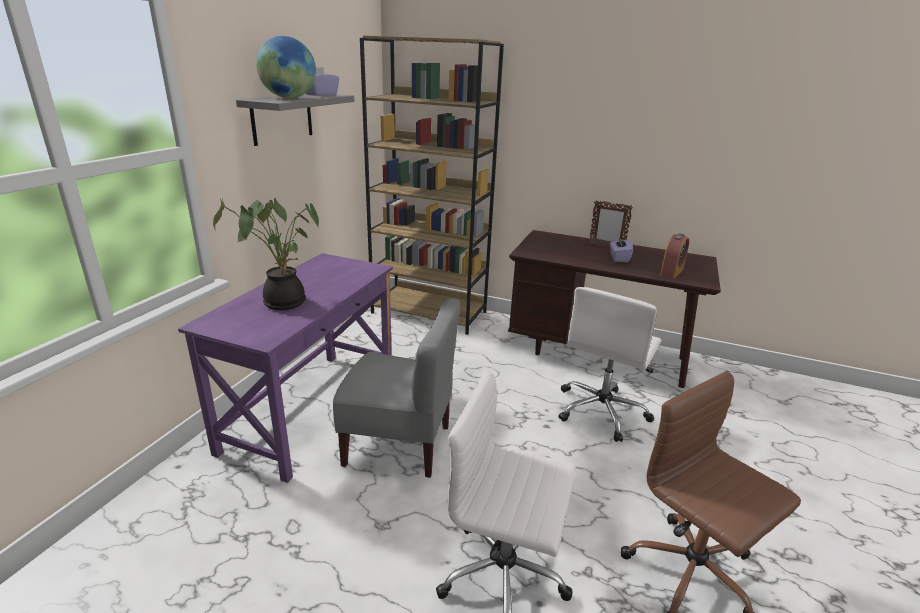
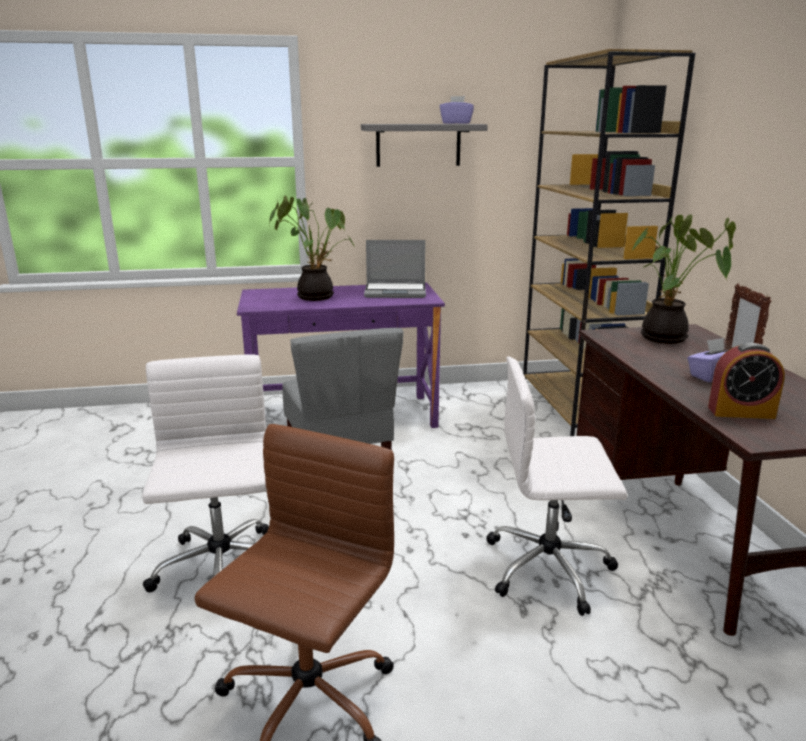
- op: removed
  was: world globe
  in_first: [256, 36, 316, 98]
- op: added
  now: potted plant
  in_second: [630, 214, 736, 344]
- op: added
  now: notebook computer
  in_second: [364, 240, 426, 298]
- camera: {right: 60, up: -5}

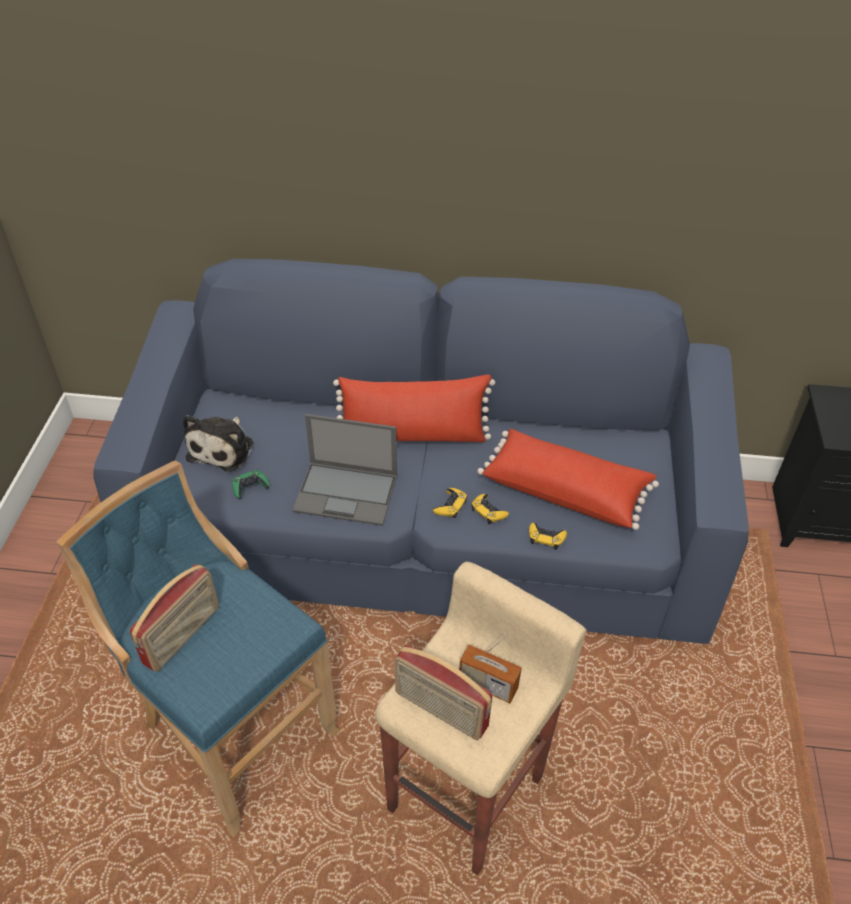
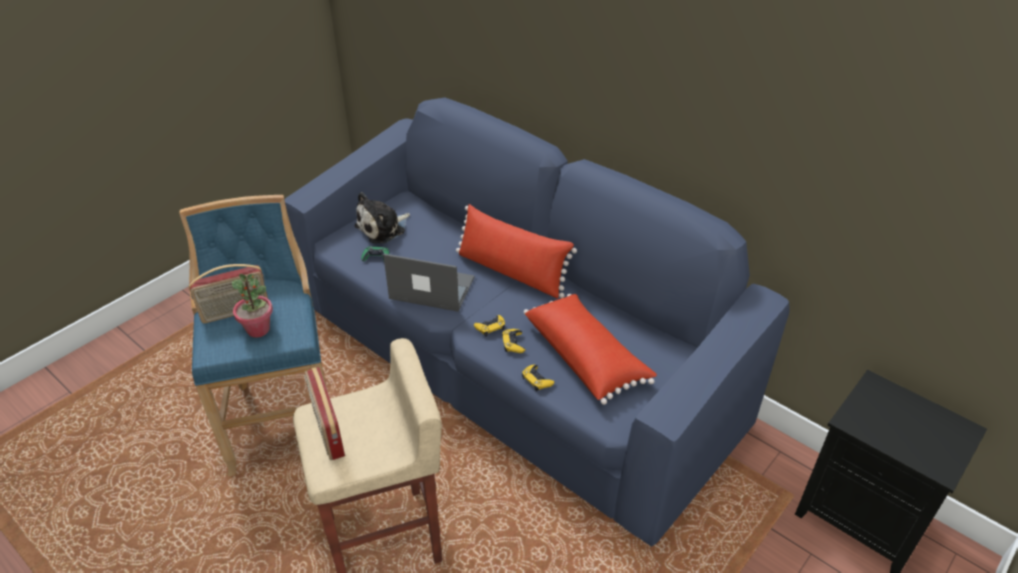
- op: turned
  was: notebook computer
  in_first: [292, 414, 397, 526]
  in_second: [383, 254, 475, 312]
  clockwise: 150
- op: removed
  was: radio
  in_first: [459, 633, 522, 704]
- op: added
  now: potted plant
  in_second: [232, 274, 273, 338]
- camera: {right: 35, up: -5}

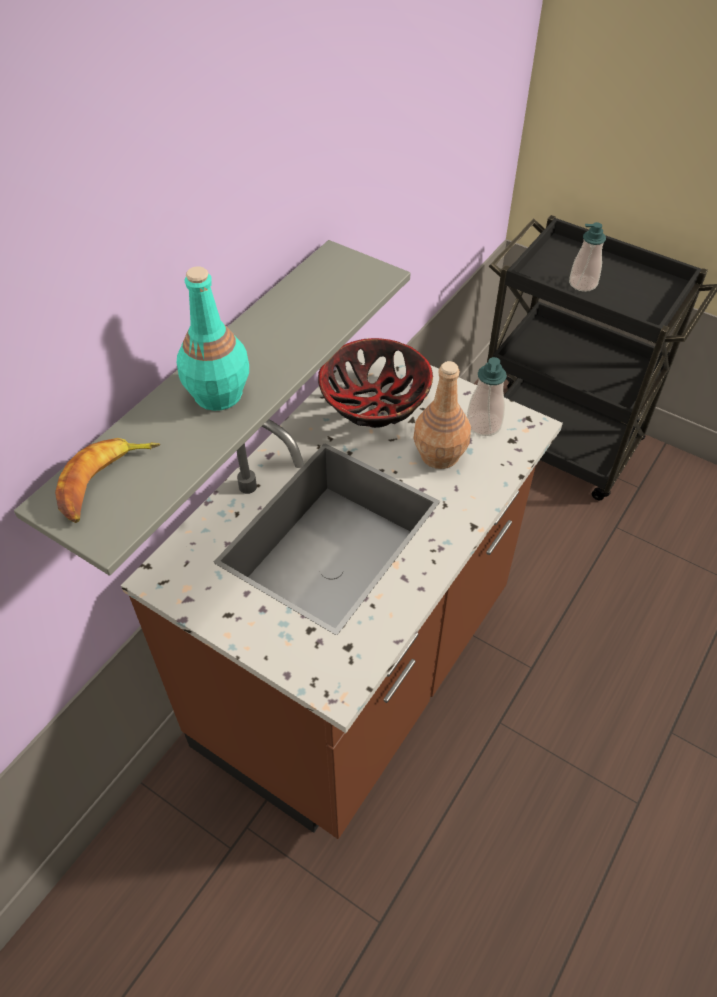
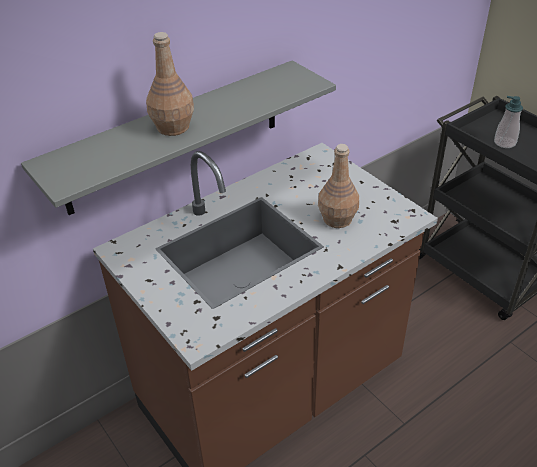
- op: recoloured
  was: turquoise-coloured beverage bottle
  now: brownish beverage bottle
  in_first: [177, 266, 249, 411]
  in_second: [146, 32, 194, 136]
- op: removed
  was: bowl
  in_first: [318, 338, 433, 428]
- op: removed
  was: liquid soap bottle
  in_first: [467, 357, 507, 436]
- op: removed
  was: banana fruit
  in_first: [55, 438, 160, 523]
- camera: {right: 20, up: -10}

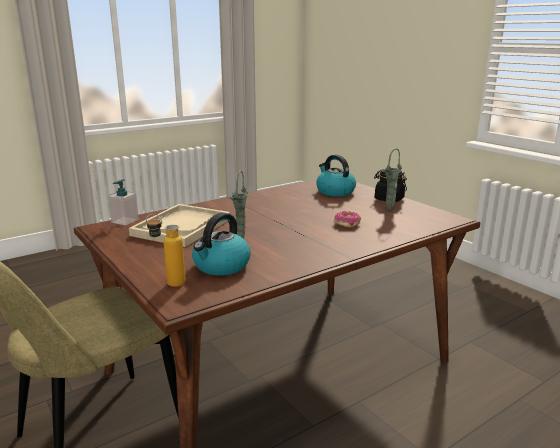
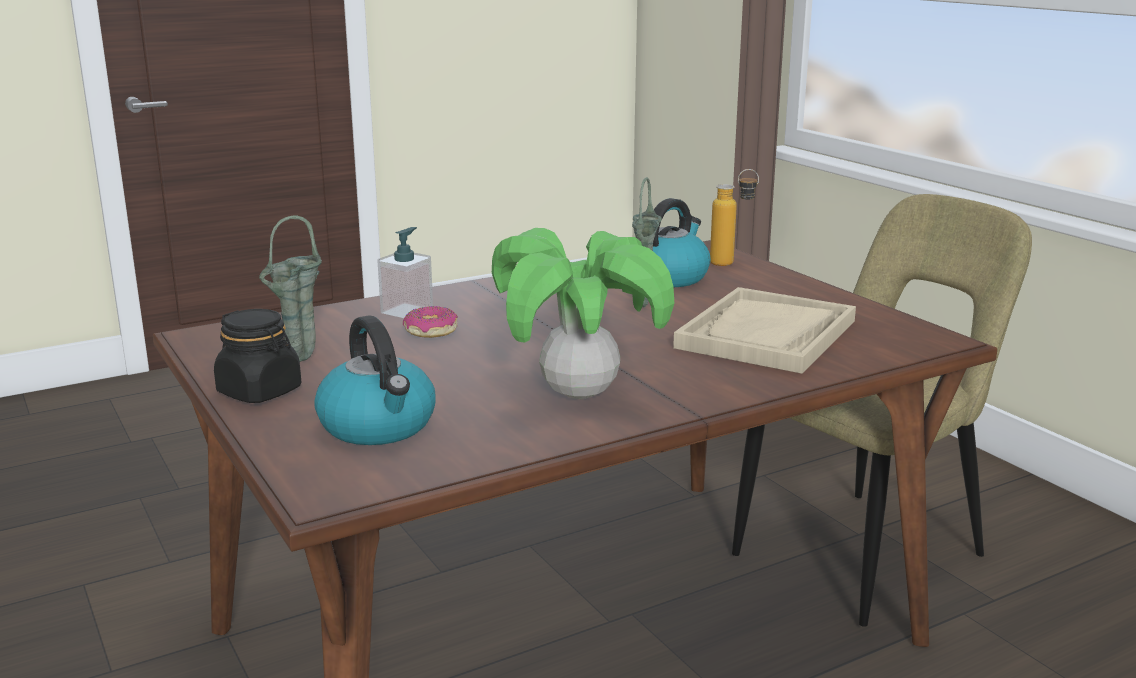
- op: moved
  was: liquid soap bottle
  in_first: [108, 179, 139, 225]
  in_second: [377, 227, 433, 318]
- op: added
  now: potted plant
  in_second: [492, 228, 674, 399]
- camera: {right: -175, up: 0}

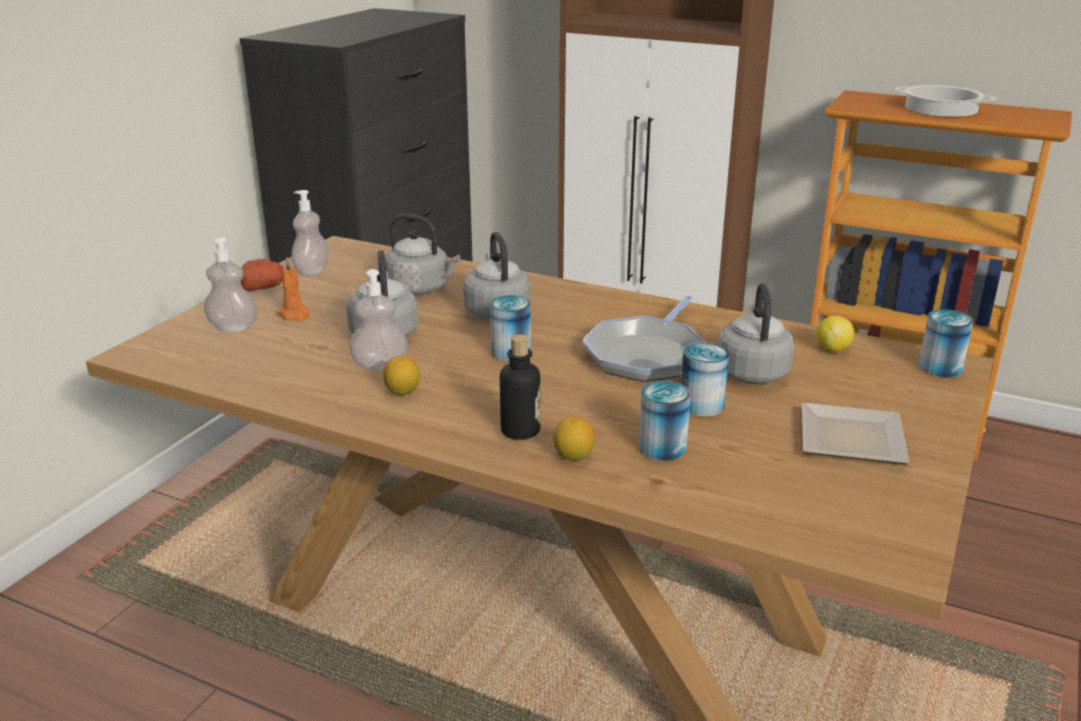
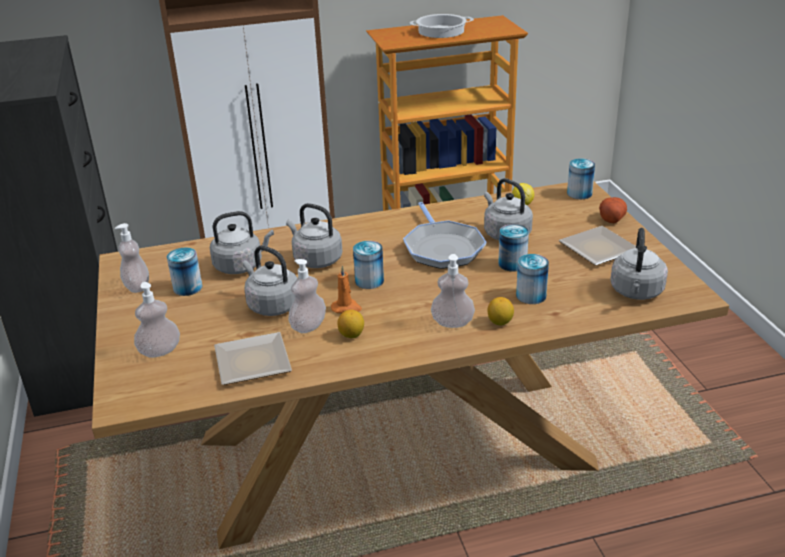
- op: moved
  was: orange-coloured wax candle
  in_first: [276, 257, 310, 321]
  in_second: [331, 265, 362, 313]
- op: moved
  was: spud
  in_first: [241, 259, 284, 291]
  in_second: [599, 197, 627, 223]
- op: replaced
  was: beverage bottle
  now: liquid soap bottle
  in_first: [500, 335, 541, 440]
  in_second: [431, 254, 475, 328]
- op: added
  now: greyish water kettle
  in_second: [610, 228, 668, 300]
- op: added
  now: can
  in_second: [167, 247, 202, 296]
- op: added
  now: dinner plate
  in_second: [214, 332, 292, 385]
- camera: {right: -40, up: 5}

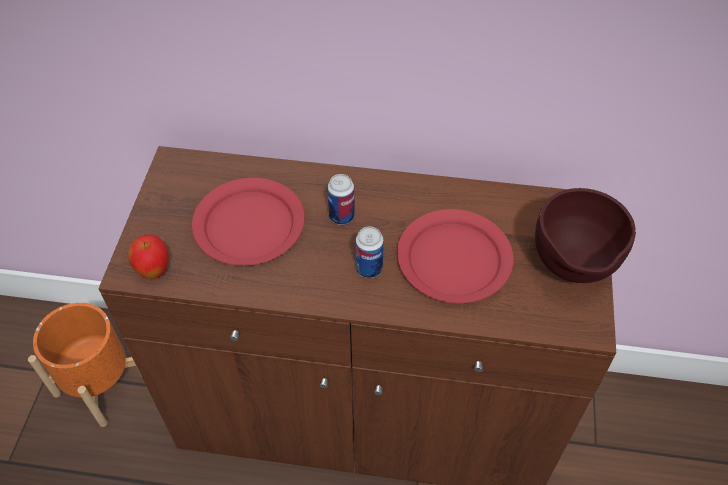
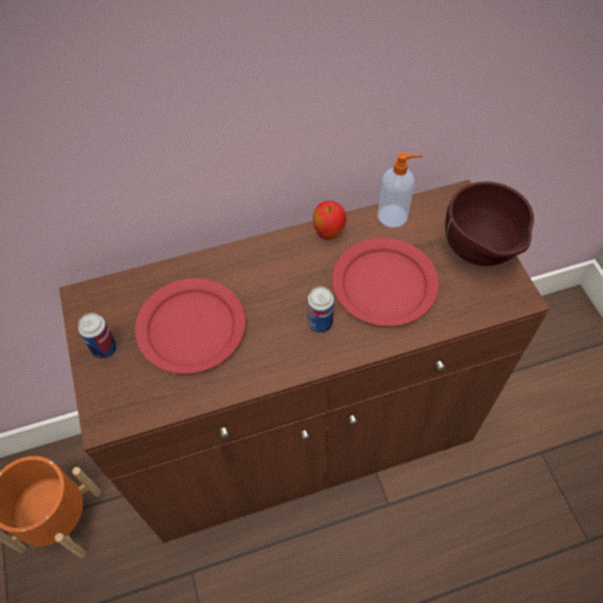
- op: moved
  was: can
  in_first: [327, 174, 355, 225]
  in_second: [78, 313, 117, 359]
- op: moved
  was: whole apple
  in_first: [128, 234, 169, 279]
  in_second: [313, 201, 346, 240]
- op: added
  now: liquid soap bottle
  in_second: [377, 152, 423, 228]
- camera: {right: -25, up: 5}

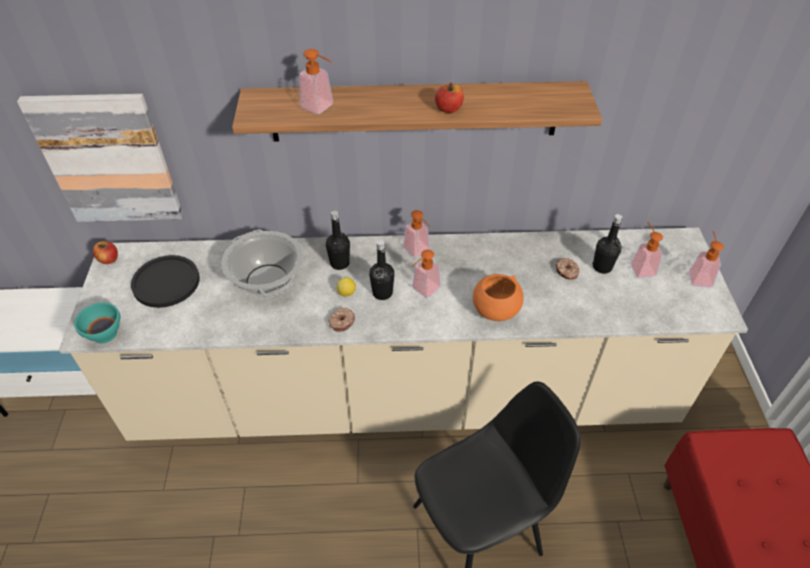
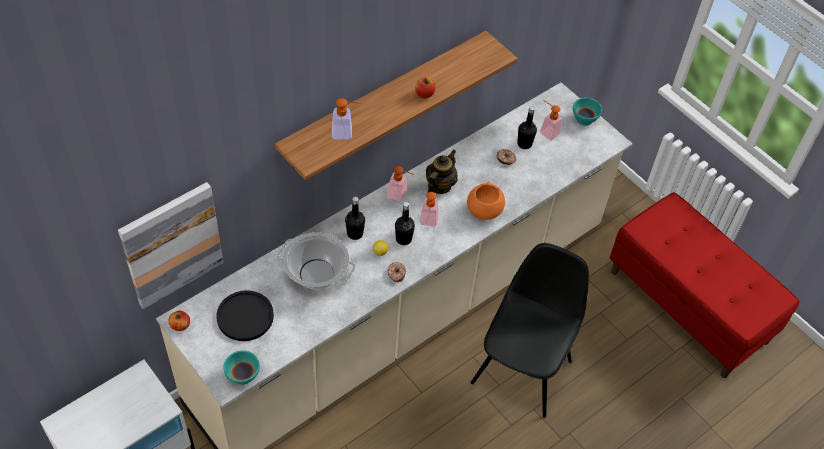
- op: replaced
  was: liquid soap bottle
  now: turquoise-coloured bowl
  in_first: [689, 231, 724, 288]
  in_second: [573, 97, 602, 126]
- op: added
  now: teapot
  in_second: [426, 150, 458, 194]
- camera: {right: -40, up: 5}

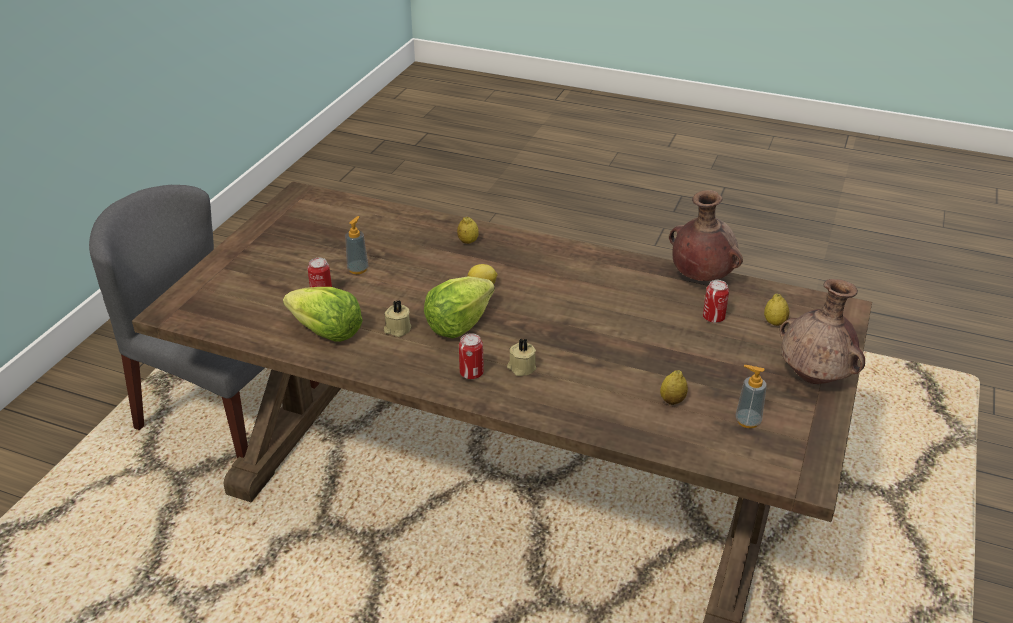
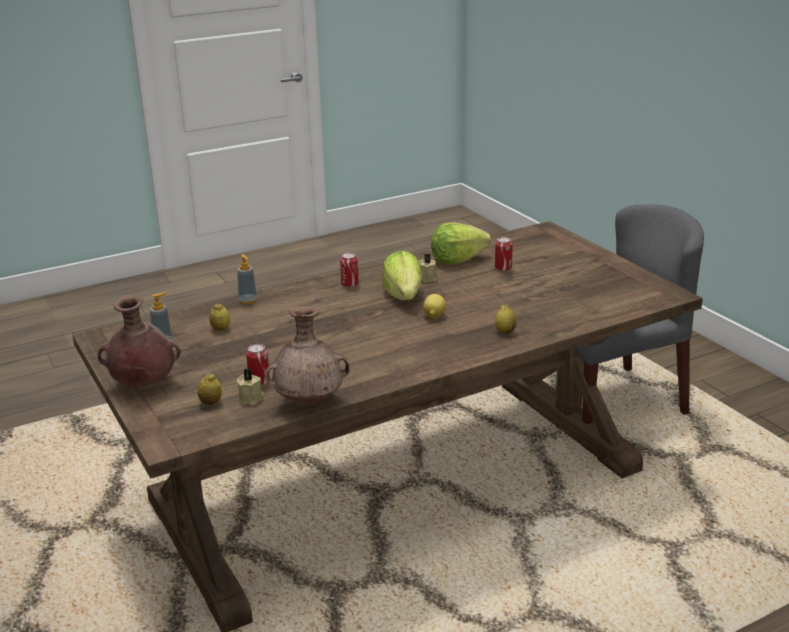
- op: moved
  was: liquid soap bottle
  in_first: [345, 216, 368, 274]
  in_second: [237, 254, 257, 304]
- op: moved
  was: sand-coloured wax candle
  in_first: [507, 338, 537, 376]
  in_second: [237, 369, 265, 405]
- camera: {right: 130, up: -10}

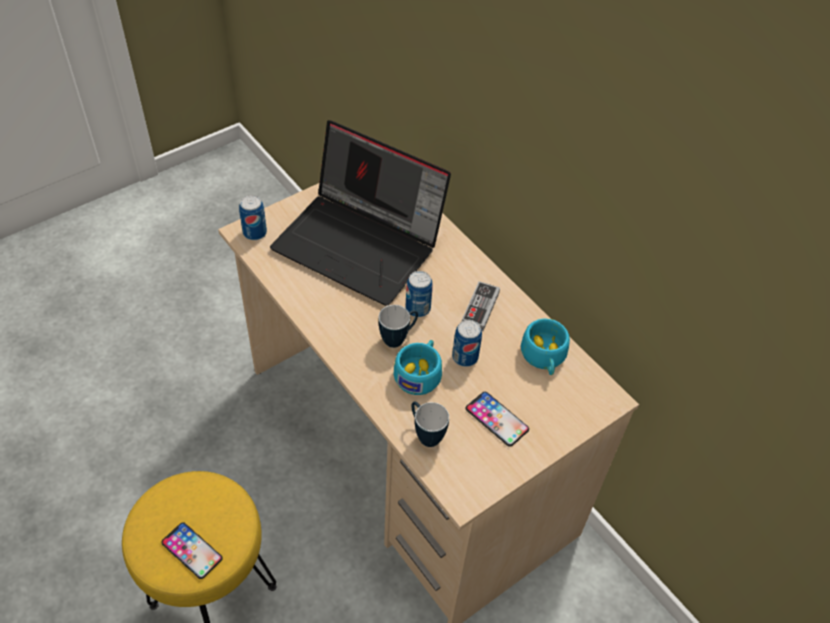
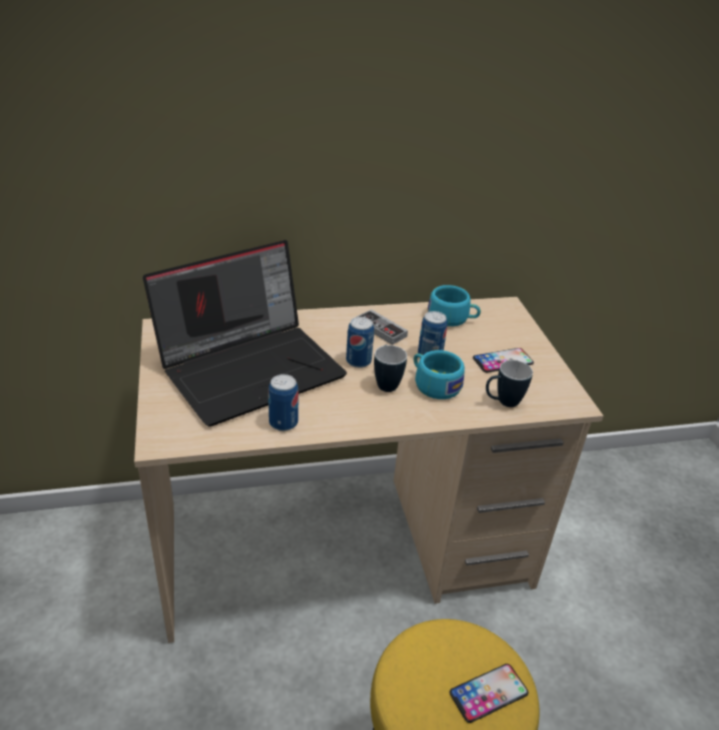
- op: moved
  was: can
  in_first: [239, 195, 267, 240]
  in_second: [268, 374, 299, 431]
- camera: {right: -65, up: -15}

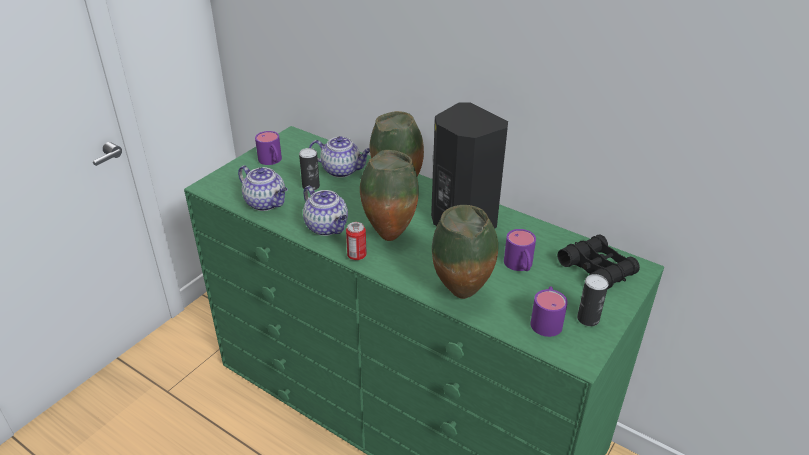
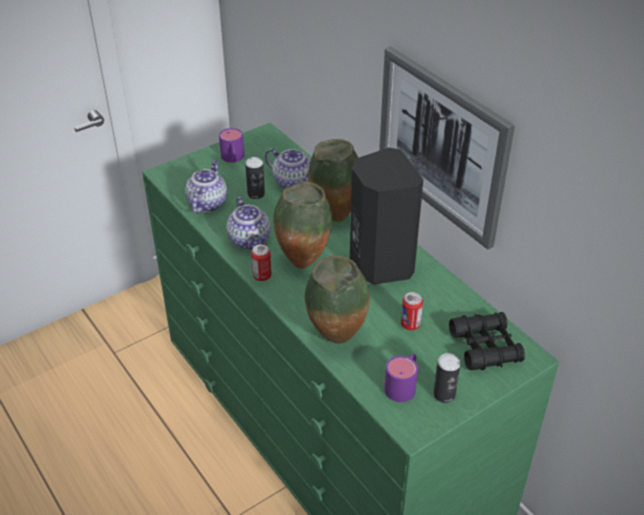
- op: turned
  was: teapot
  in_first: [238, 165, 288, 211]
  in_second: [185, 160, 227, 214]
  clockwise: -135
- op: replaced
  was: purplish tea mug
  now: can
  in_first: [504, 229, 536, 271]
  in_second: [401, 292, 423, 330]
- op: added
  now: wall picture
  in_second: [379, 46, 515, 250]
- camera: {right: 20, up: 5}

